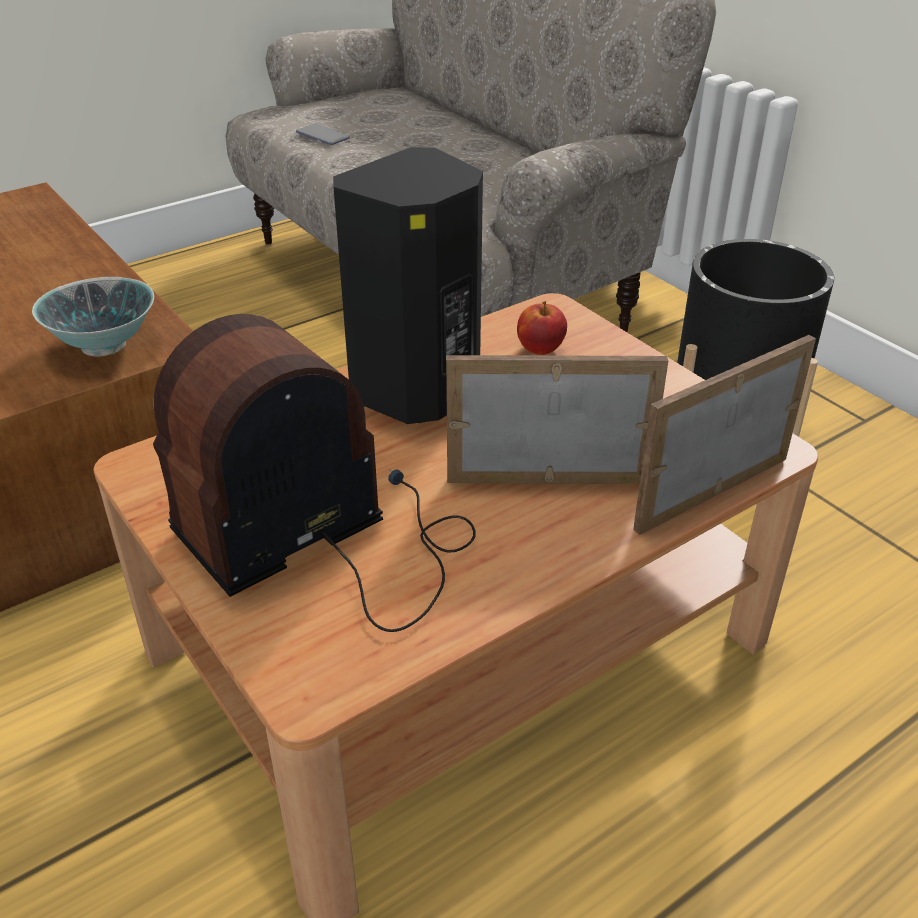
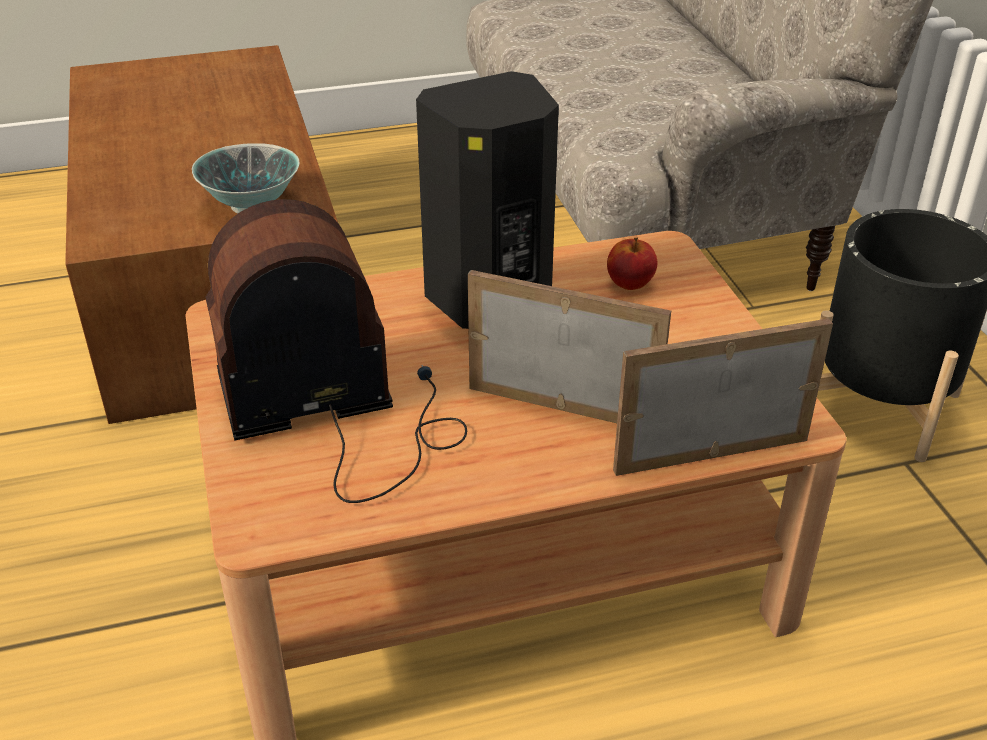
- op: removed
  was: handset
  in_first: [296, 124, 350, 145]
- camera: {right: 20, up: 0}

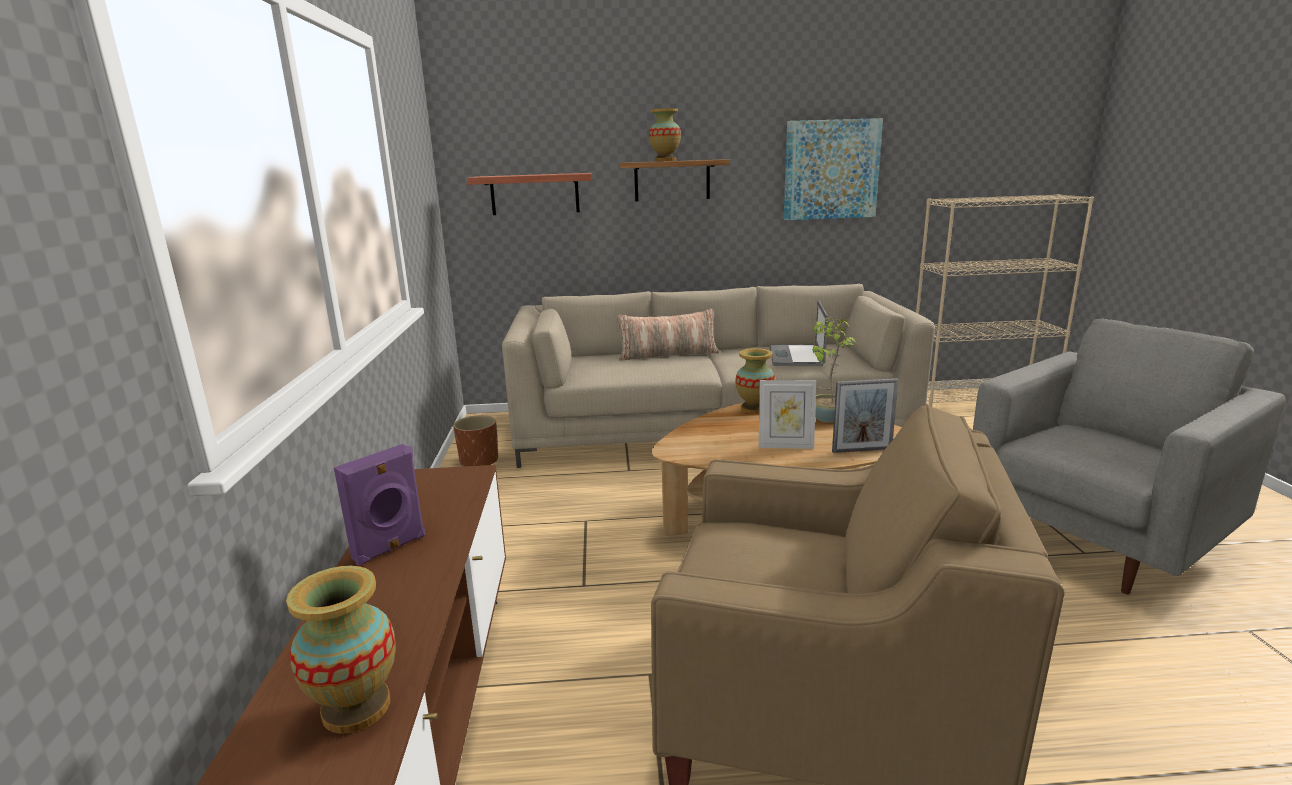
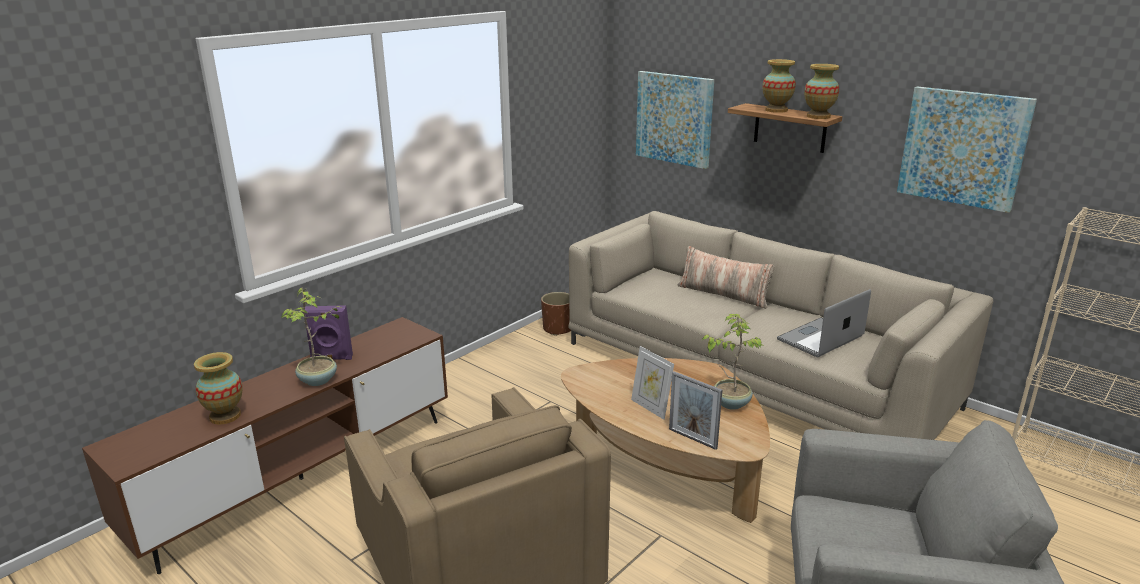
- op: replaced
  was: wall shelf
  now: wall picture
  in_first: [467, 173, 592, 215]
  in_second: [636, 71, 714, 169]
- op: moved
  was: vase
  in_first: [735, 348, 775, 414]
  in_second: [804, 64, 839, 119]
- op: added
  now: potted plant
  in_second: [281, 287, 343, 386]
- camera: {right: 45, up: 5}

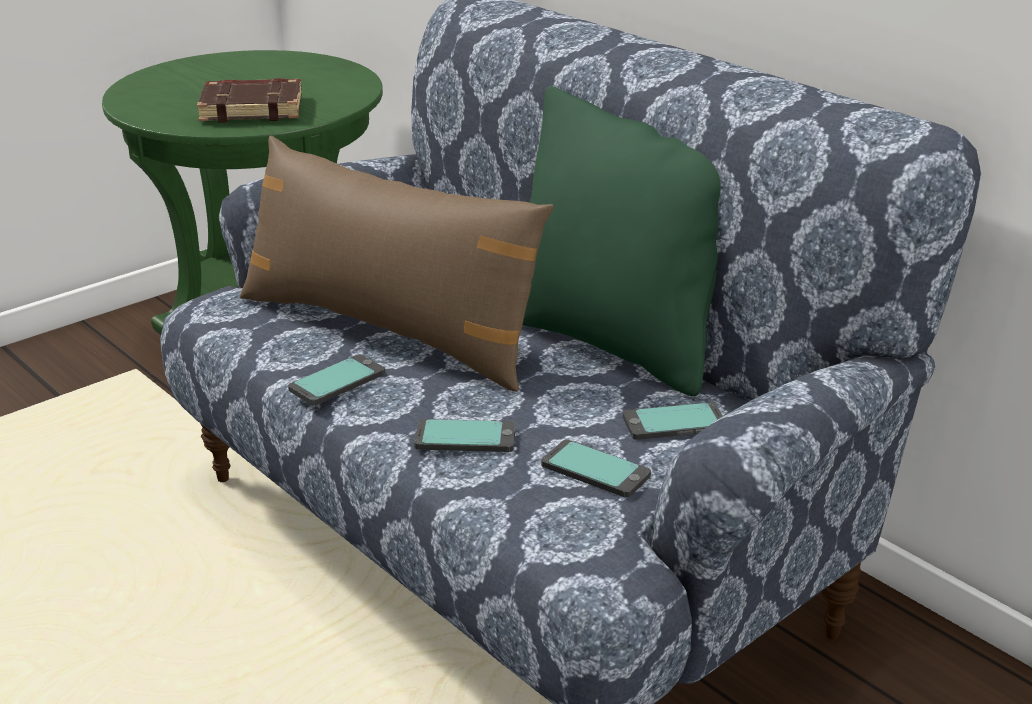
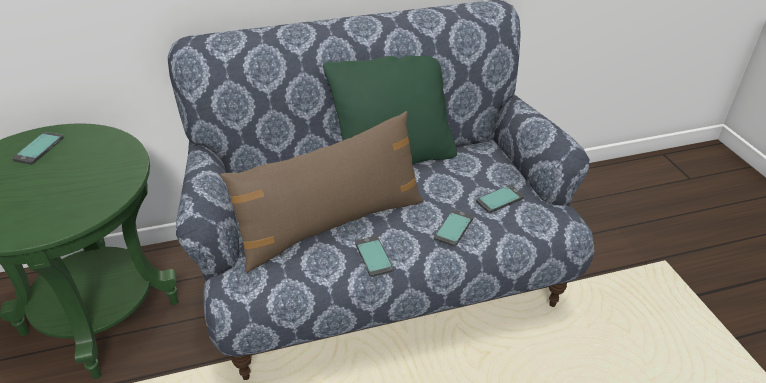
- op: removed
  was: brownish volume
  in_first: [197, 78, 302, 123]
- op: moved
  was: handset
  in_first: [623, 402, 723, 440]
  in_second: [12, 132, 64, 165]
- camera: {right: -65, up: 10}

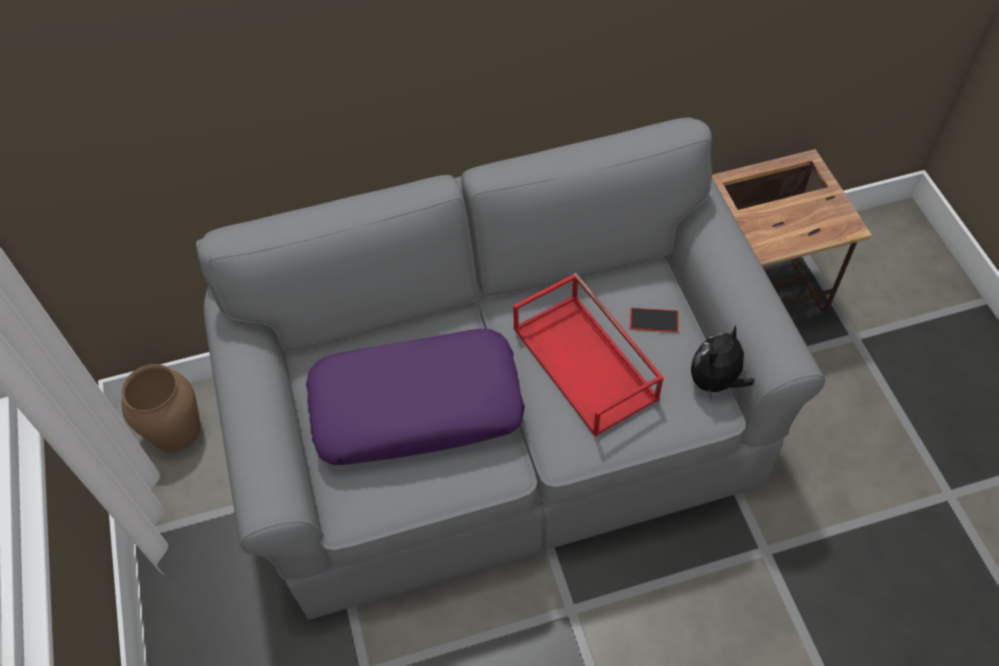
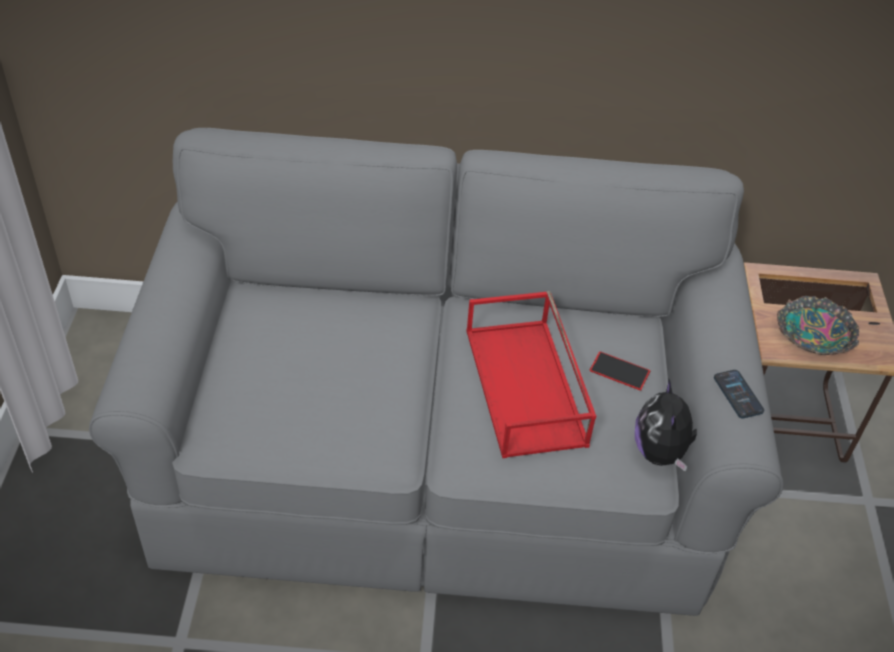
- op: turned
  was: plush toy
  in_first: [691, 324, 755, 402]
  in_second: [635, 378, 697, 472]
  clockwise: -60
- op: removed
  was: purplish cushion
  in_first: [306, 329, 525, 465]
- op: removed
  was: brownish vase
  in_first: [121, 364, 201, 452]
- op: added
  now: bowl
  in_second: [777, 296, 859, 355]
- op: added
  now: handset
  in_second: [714, 370, 764, 418]
- camera: {right: 15, up: -10}

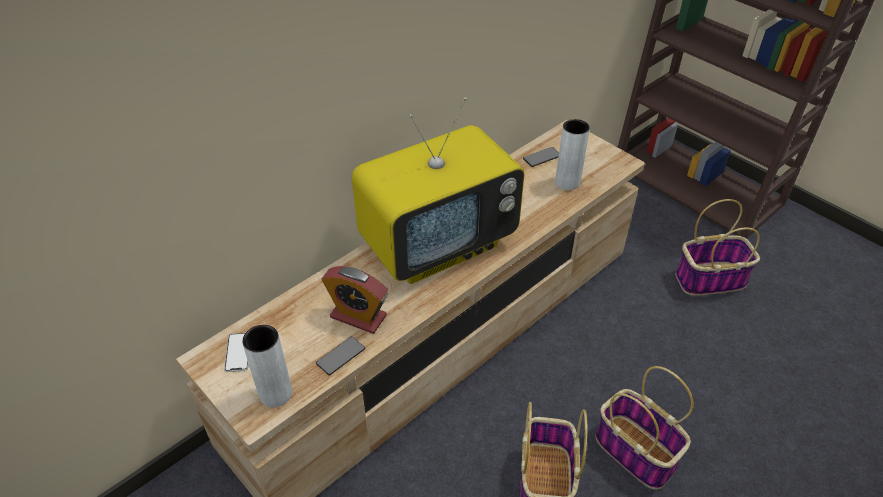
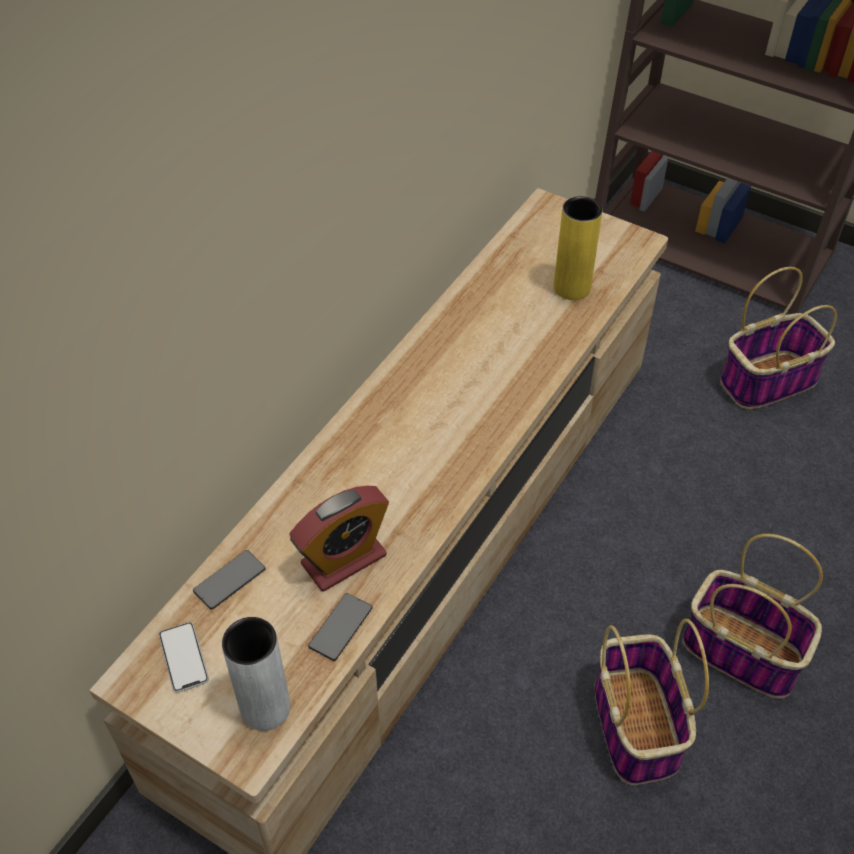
- op: removed
  was: TV
  in_first: [352, 97, 525, 284]
- op: recoloured
  was: greyish vase
  now: yellow-coloured vase
  in_first: [555, 119, 590, 190]
  in_second: [554, 196, 602, 300]
- op: moved
  was: handset
  in_first: [523, 147, 559, 167]
  in_second: [193, 550, 266, 610]
- op: turned
  was: bedside clock
  in_first: [322, 266, 388, 334]
  in_second: [289, 486, 389, 591]
  clockwise: -45
- camera: {right: -15, up: 5}

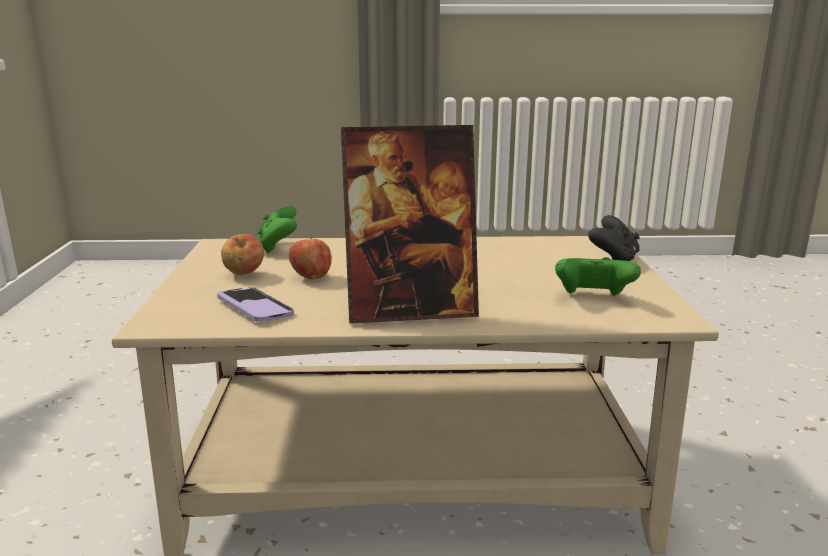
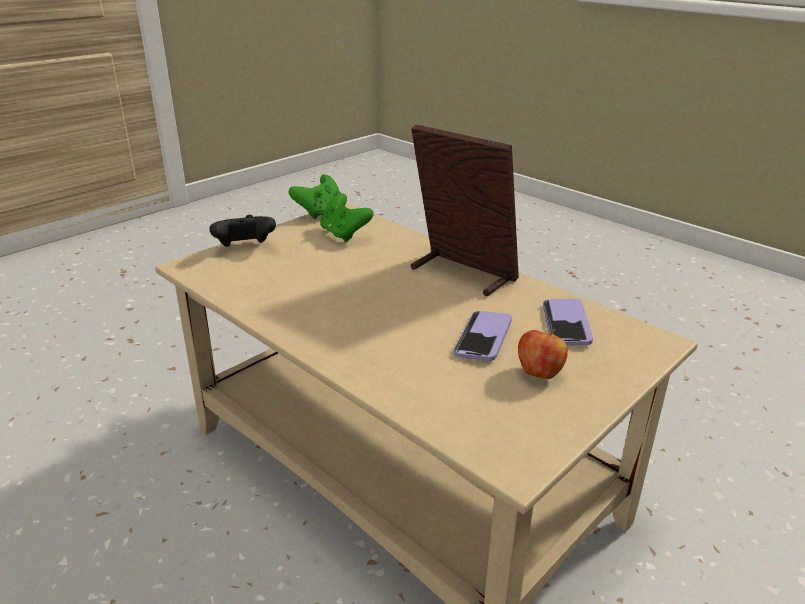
- op: moved
  was: greenish gamepad
  in_first: [257, 206, 297, 253]
  in_second: [289, 174, 341, 219]
- op: replaced
  was: whole apple
  now: handset
  in_first: [289, 235, 332, 279]
  in_second: [454, 311, 512, 361]
- camera: {right: -135, up: 10}

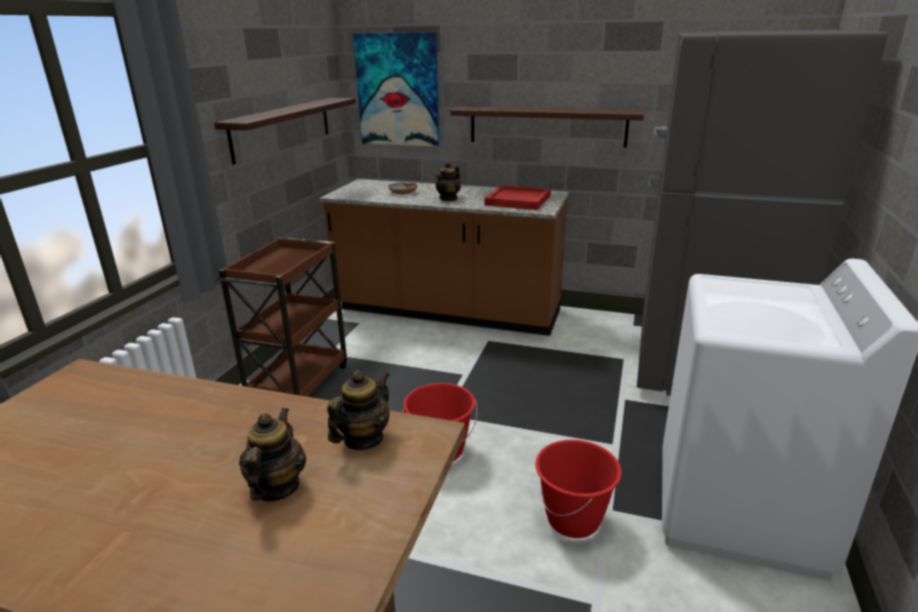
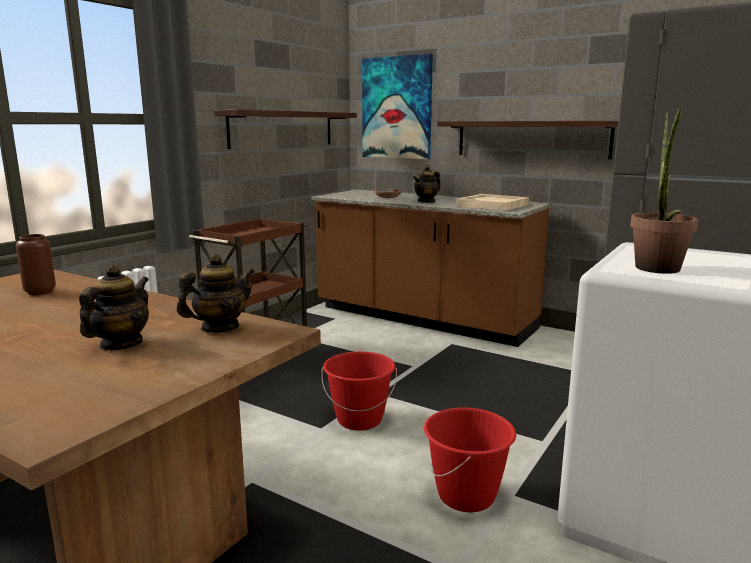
- op: recoloured
  was: red-coloured serving tray
  now: sand-coloured serving tray
  in_first: [484, 185, 551, 210]
  in_second: [457, 194, 529, 211]
- op: added
  now: potted plant
  in_second: [630, 106, 698, 274]
- op: added
  now: brownish vase
  in_second: [16, 234, 56, 295]
- camera: {right: 15, up: -10}

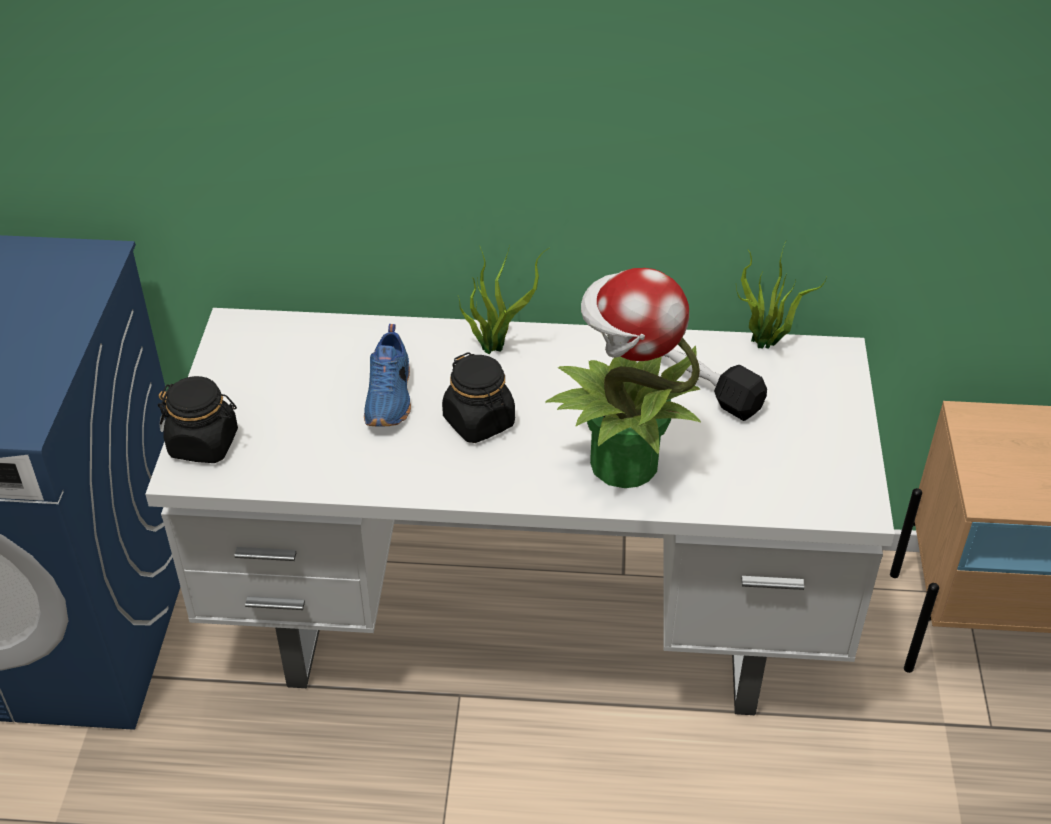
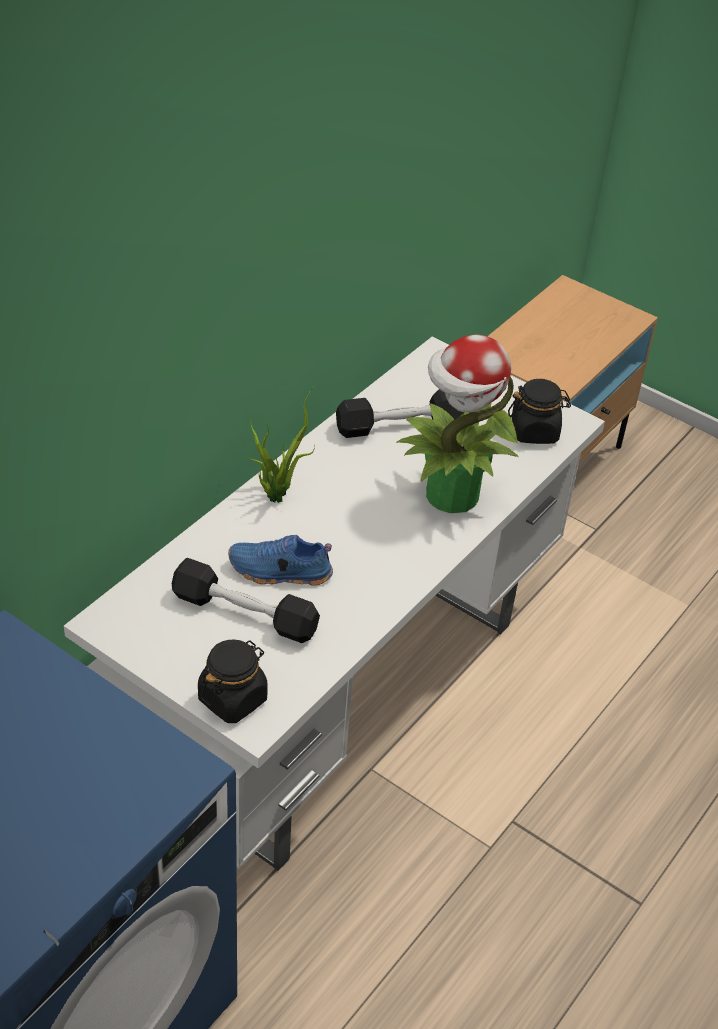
- op: removed
  was: potted plant
  in_first: [736, 241, 827, 349]
- op: turned
  was: blue shoe
  in_first: [364, 324, 411, 427]
  in_second: [228, 535, 333, 586]
  clockwise: 150
- op: moved
  was: black preserve jar
  in_first: [442, 352, 515, 443]
  in_second: [508, 379, 571, 444]
- op: added
  now: black dumbbell
  in_second: [172, 558, 320, 643]
- camera: {right: -60, up: 0}

